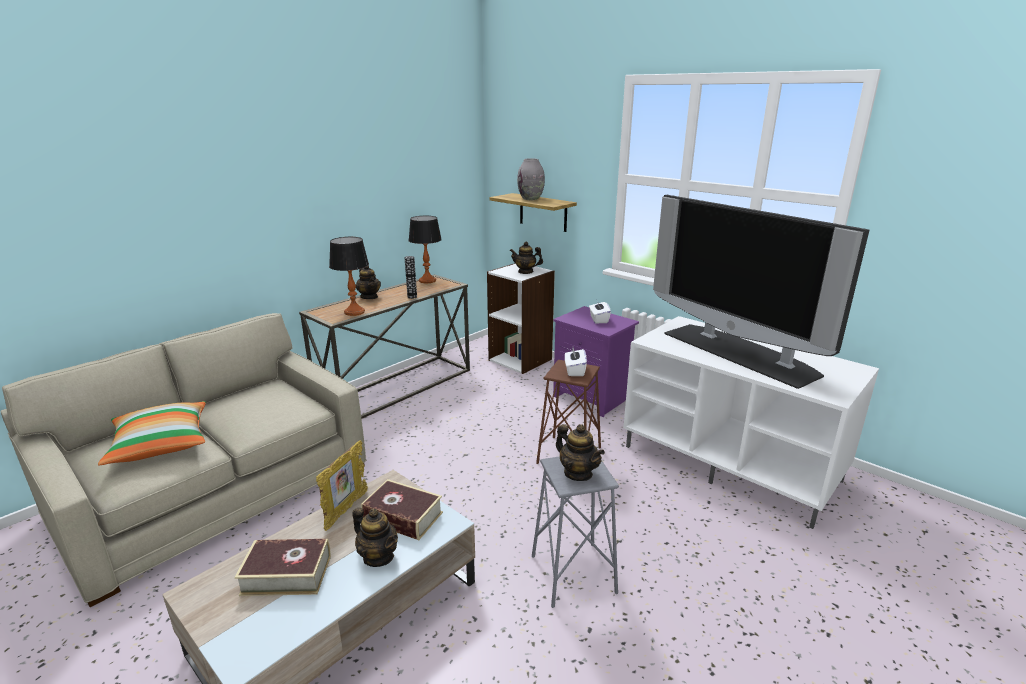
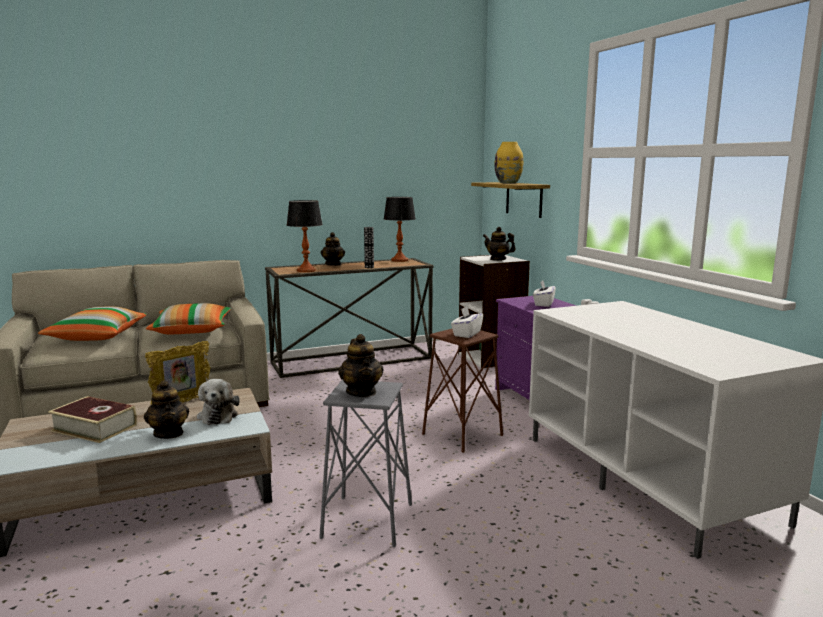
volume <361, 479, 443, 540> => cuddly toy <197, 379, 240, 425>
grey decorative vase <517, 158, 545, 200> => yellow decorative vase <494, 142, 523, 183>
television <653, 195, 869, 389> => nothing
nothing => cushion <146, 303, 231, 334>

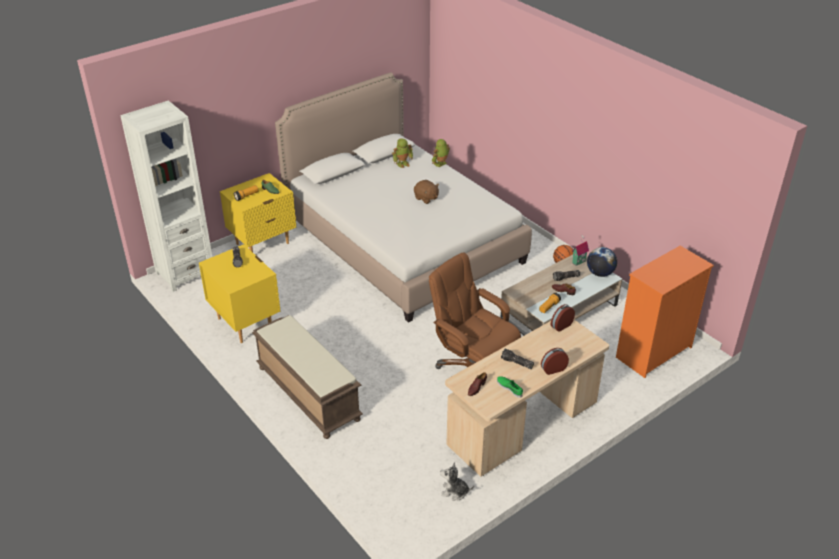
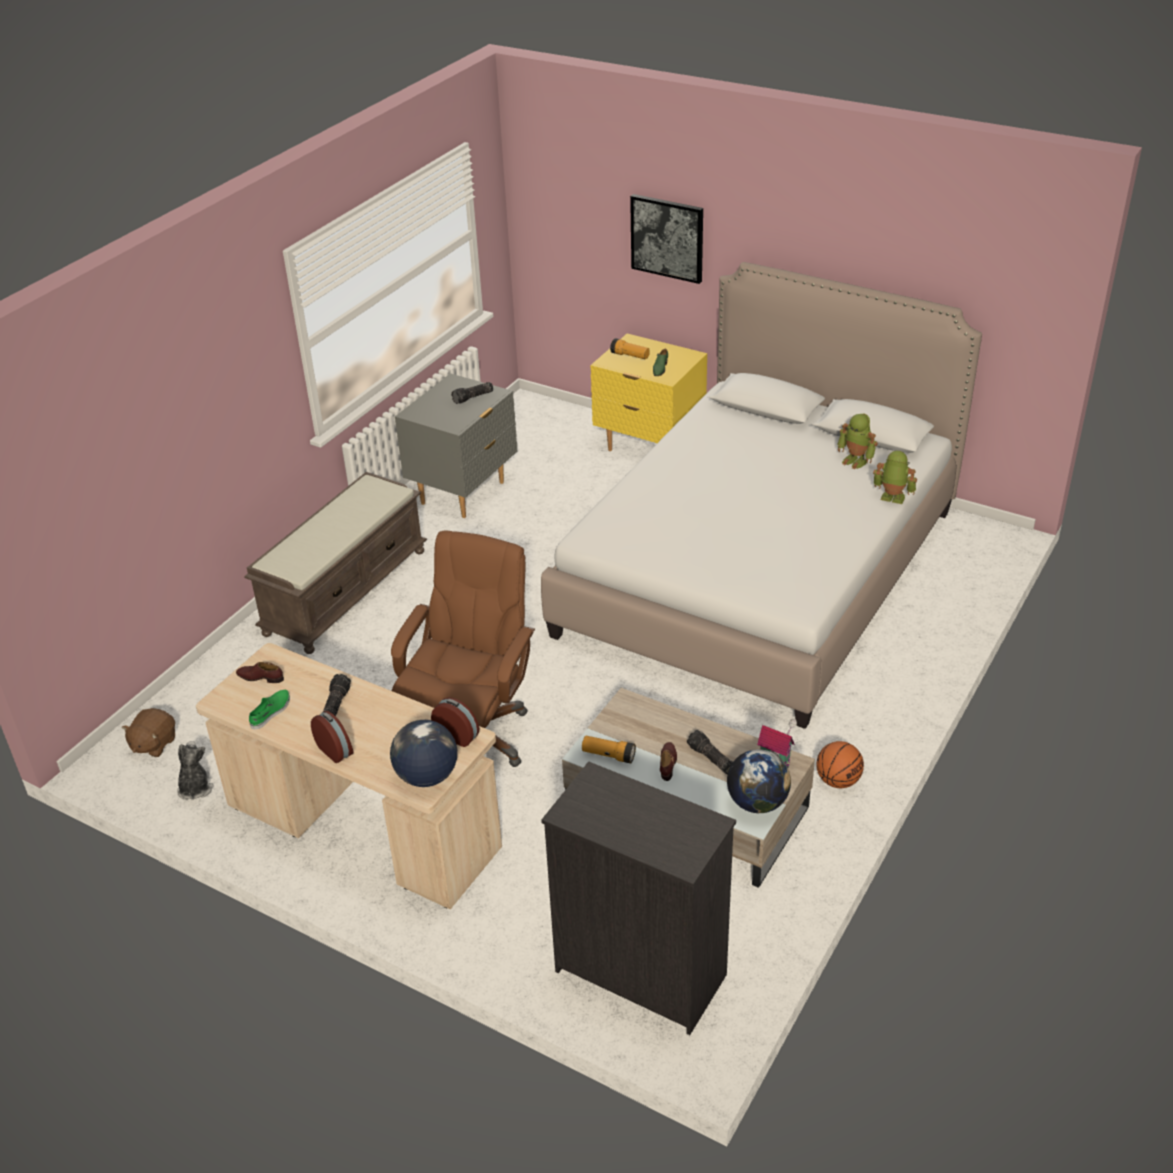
white-coloured bookcase <120, 100, 212, 292> => nothing
yellow nightstand <199, 244, 280, 343> => grey nightstand <395, 373, 517, 518>
brown cuddly toy <414, 180, 439, 204> => brown cuddly toy <122, 708, 175, 757>, moved
orangey dresser <616, 246, 714, 378> => black-coloured dresser <541, 761, 736, 1035>
nothing => world globe <390, 720, 457, 787>
nothing => picture <630, 194, 703, 284>

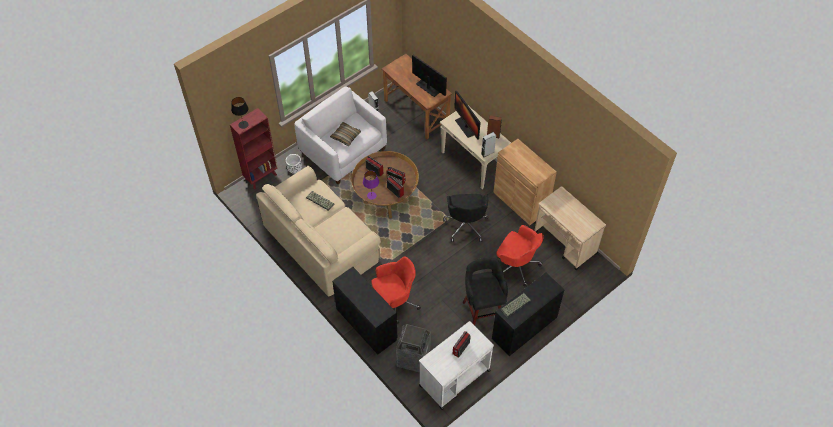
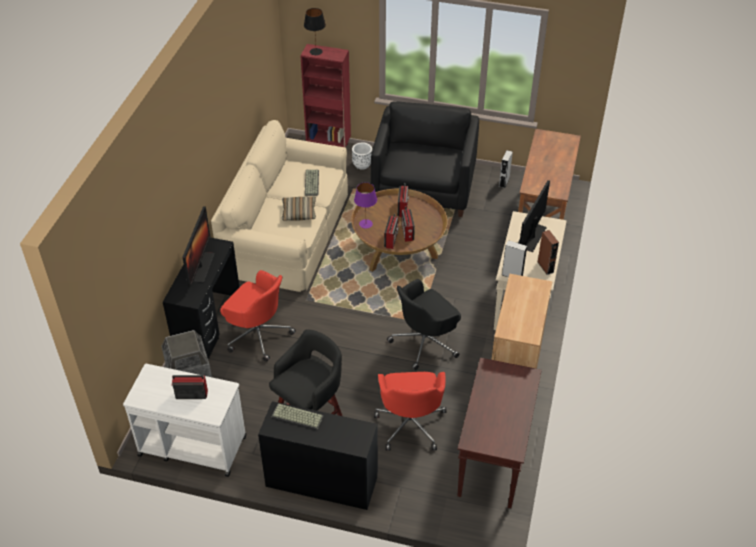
white-coloured easy chair <294, 86, 387, 184> => black-coloured easy chair <371, 101, 479, 217>
cushion <330, 122, 361, 146> => cushion <282, 196, 316, 221>, moved
monitor <412, 55, 447, 97> => monitor <182, 206, 215, 287>, moved
beige-coloured cart <534, 186, 606, 270> => brown console table <457, 358, 542, 508>

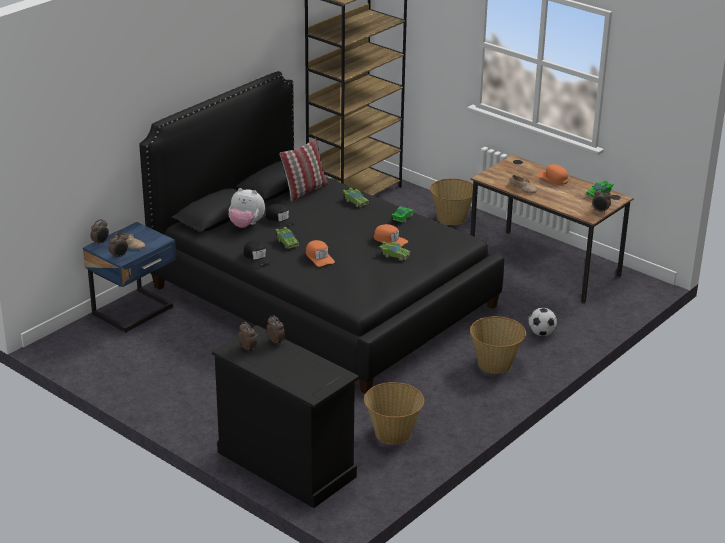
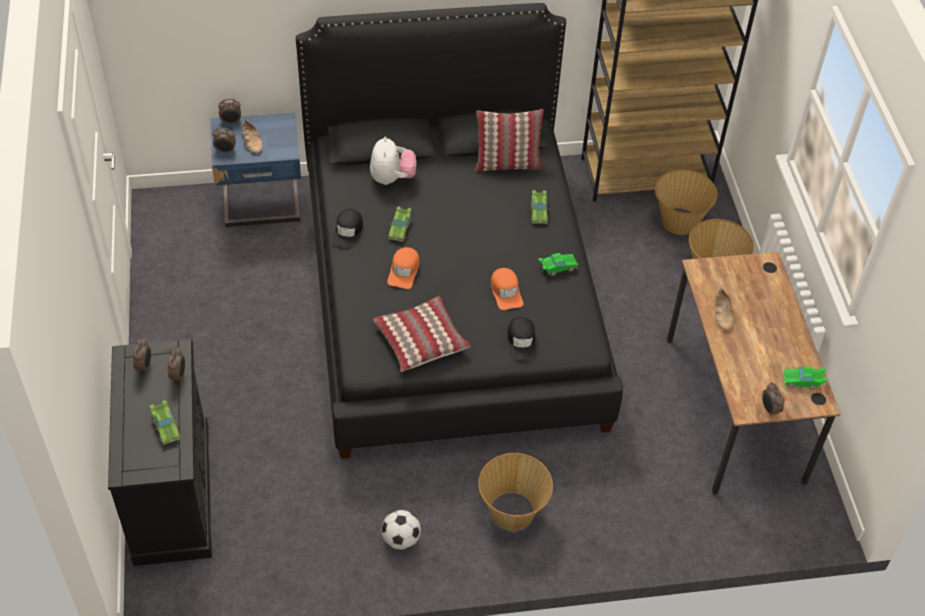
cuddly toy <228, 188, 265, 228> => cuddly toy <370, 137, 416, 185>, 150 degrees counterclockwise
black-coloured baseball cap <266, 204, 297, 228> => black-coloured baseball cap <507, 316, 536, 360>, moved
household basket <364, 382, 424, 444> => household basket <655, 169, 718, 235>, moved
greenish miniature car <379, 242, 410, 261> => greenish miniature car <150, 400, 181, 445>, moved
football ball <529, 308, 557, 336> => football ball <381, 510, 421, 550>, moved
orangey baseball cap <537, 164, 568, 185> => nothing
nothing => cushion <373, 296, 470, 372>

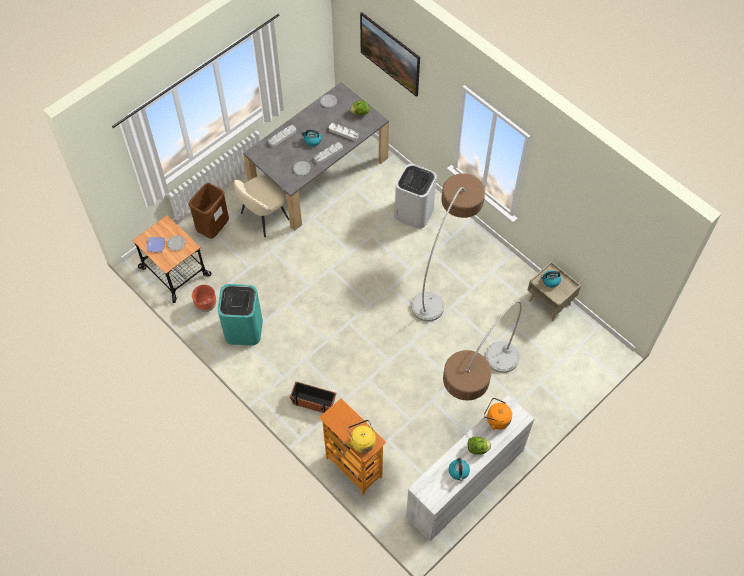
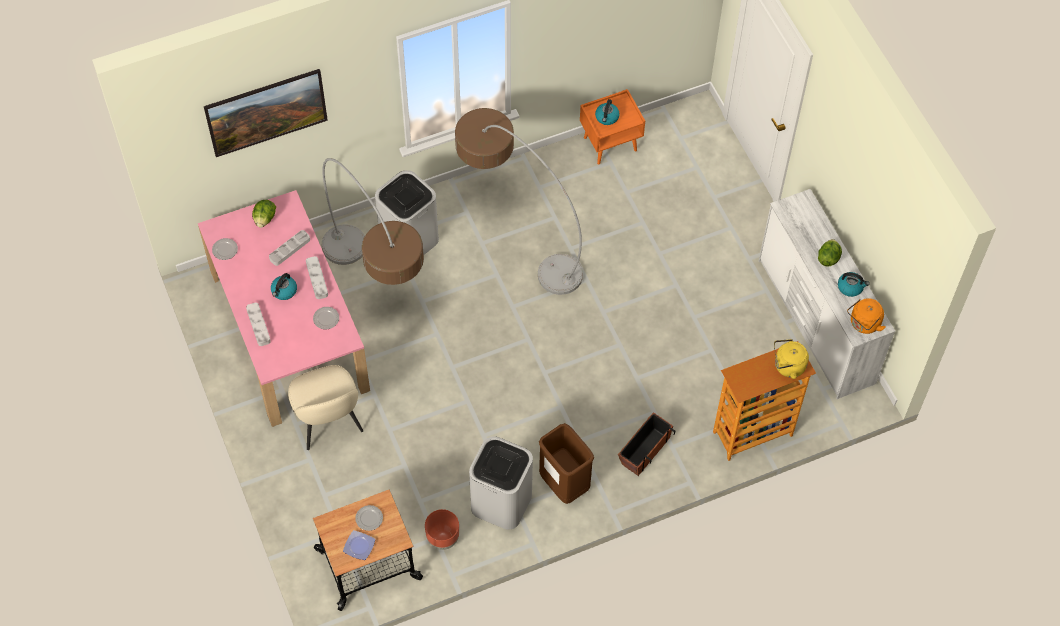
brown waste bin <188, 183, 229, 239> => brown waste bin <539, 423, 594, 504>, moved
blue-green waste bin <218, 284, 263, 345> => white-coloured waste bin <469, 436, 533, 530>
grey kitchen table <243, 82, 389, 231> => pinkish kitchen table <198, 190, 370, 427>
standing lamp <443, 301, 522, 401> => standing lamp <322, 158, 424, 285>, moved
orangey tea kettle <484, 398, 512, 430> => orangey tea kettle <847, 298, 886, 334>, moved
beige-coloured nightstand <528, 261, 581, 321> => orangey nightstand <580, 89, 645, 164>

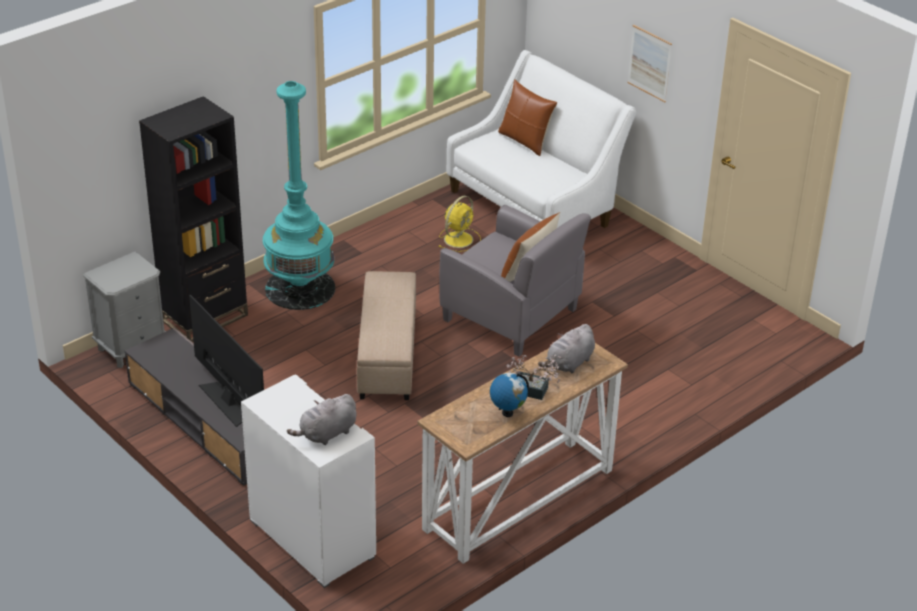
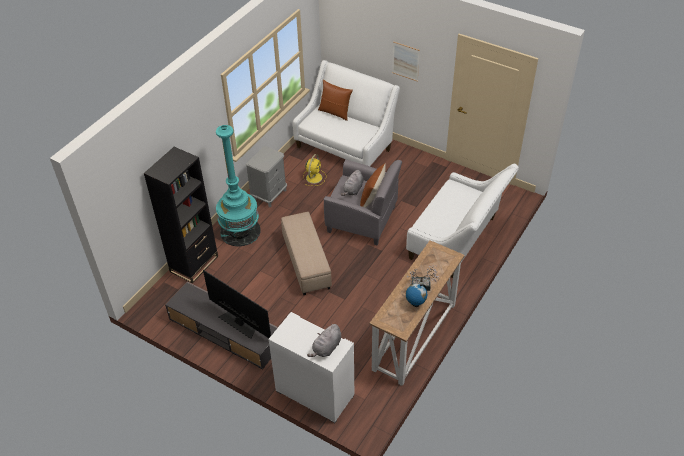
grey nightstand <83, 252, 166, 368> => grey nightstand <246, 146, 287, 207>, moved
grey cuddly toy <538, 324, 595, 373> => grey cuddly toy <341, 170, 364, 196>, moved
nothing => white-coloured sofa <406, 164, 519, 278>

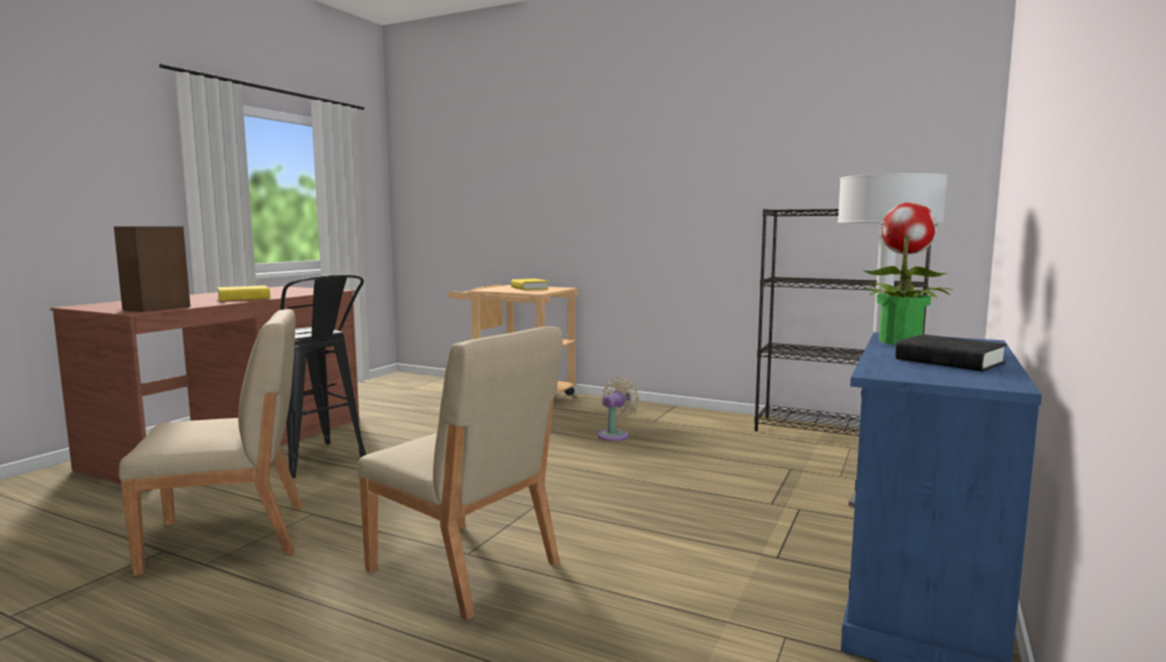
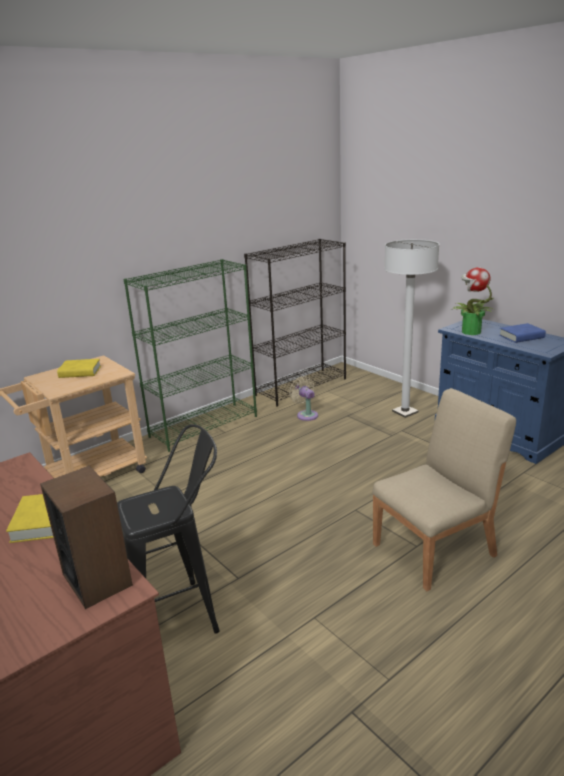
beige-coloured upright chair <119, 309, 303, 576> => nothing
beige-coloured cooling fan <598, 377, 640, 441> => beige-coloured cooling fan <289, 376, 318, 421>, moved
black-coloured volume <896, 334, 1007, 372> => bluish volume <499, 323, 546, 343>
nothing => greenish bookcase <123, 259, 257, 452>

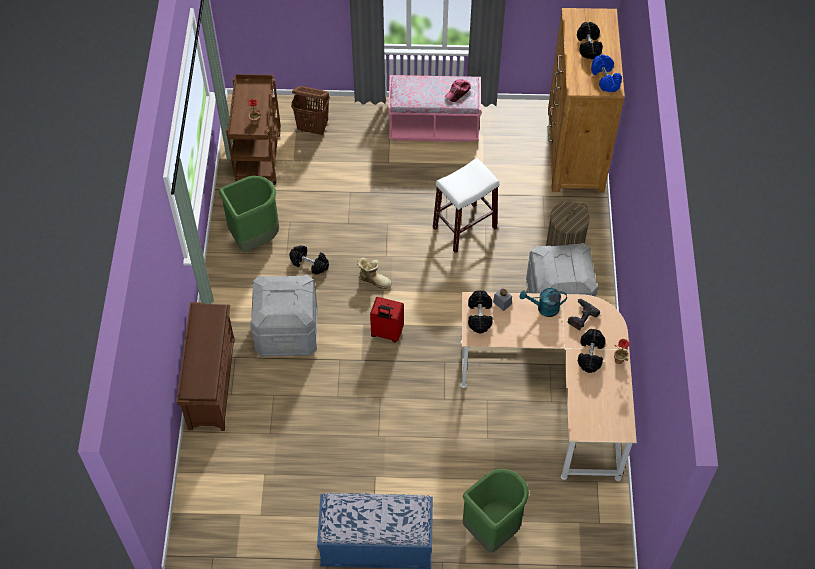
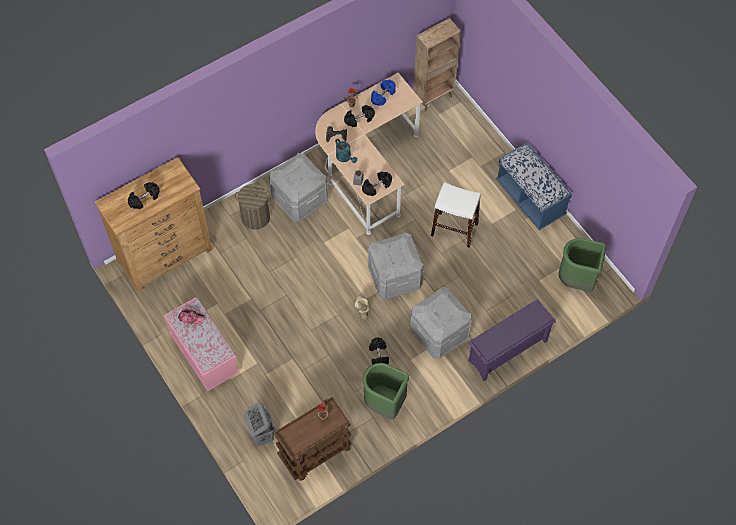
brown shoe rack <177, 302, 235, 431> => purple shoe rack <468, 299, 556, 381>
brown washing basket <291, 86, 330, 135> => grey washing basket <244, 402, 275, 447>
red piece of luggage <370, 297, 404, 342> => grey storage box <368, 232, 424, 300>
white-coloured stool <433, 158, 499, 253> => white-coloured stool <431, 182, 481, 248>, moved
greenish waste bin <463, 469, 529, 553> => greenish waste bin <559, 238, 606, 292>, moved
bluish dumbbell <591, 54, 622, 92> => bluish dumbbell <371, 79, 396, 106>, moved
nothing => brown bookcase <414, 18, 461, 112>

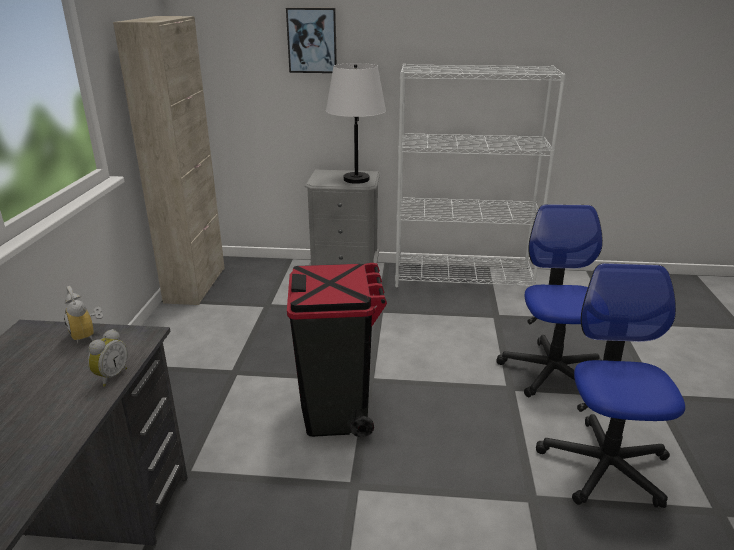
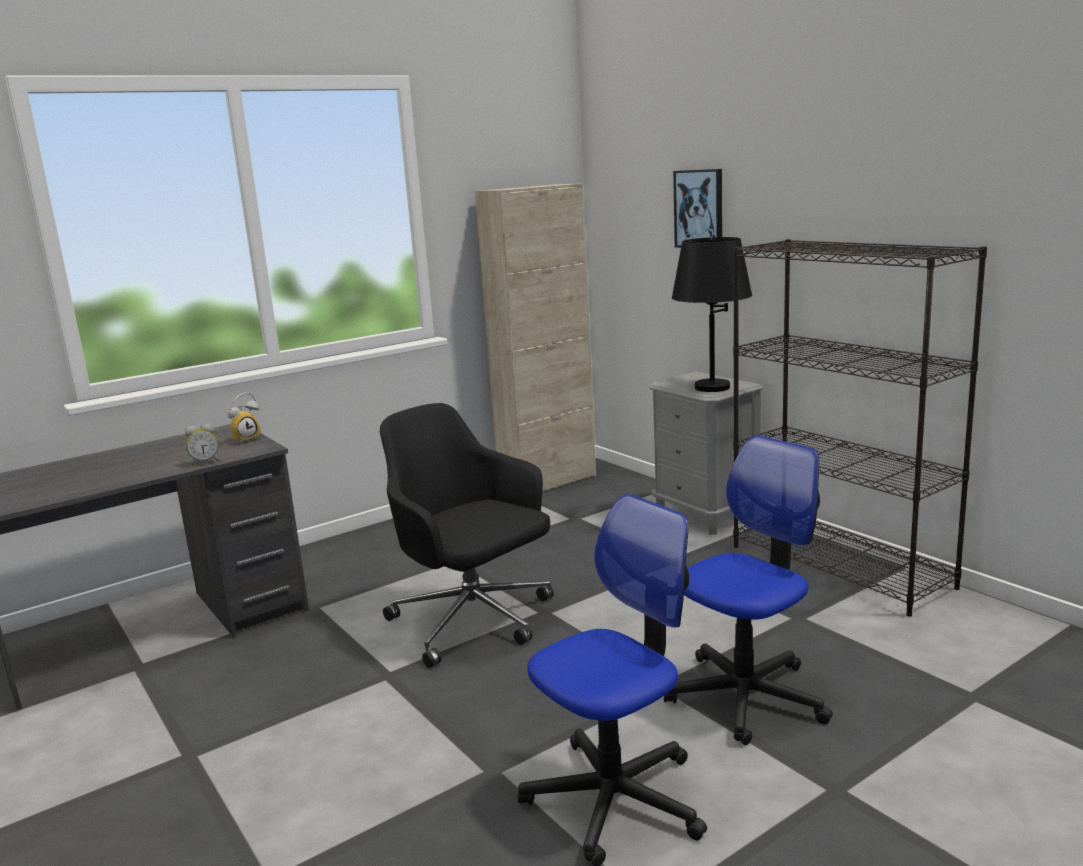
alarm clock <64, 286, 103, 343> => alarm clock <227, 392, 261, 444>, 150 degrees counterclockwise
black-coloured waste bin <287, 263, 387, 437> => black-coloured computer chair <380, 403, 554, 668>
white-coloured tabletop lamp <326, 63, 386, 184> => black-coloured tabletop lamp <672, 237, 752, 392>
white-coloured bookcase <395, 64, 566, 287> => black-coloured bookcase <733, 239, 987, 617>

